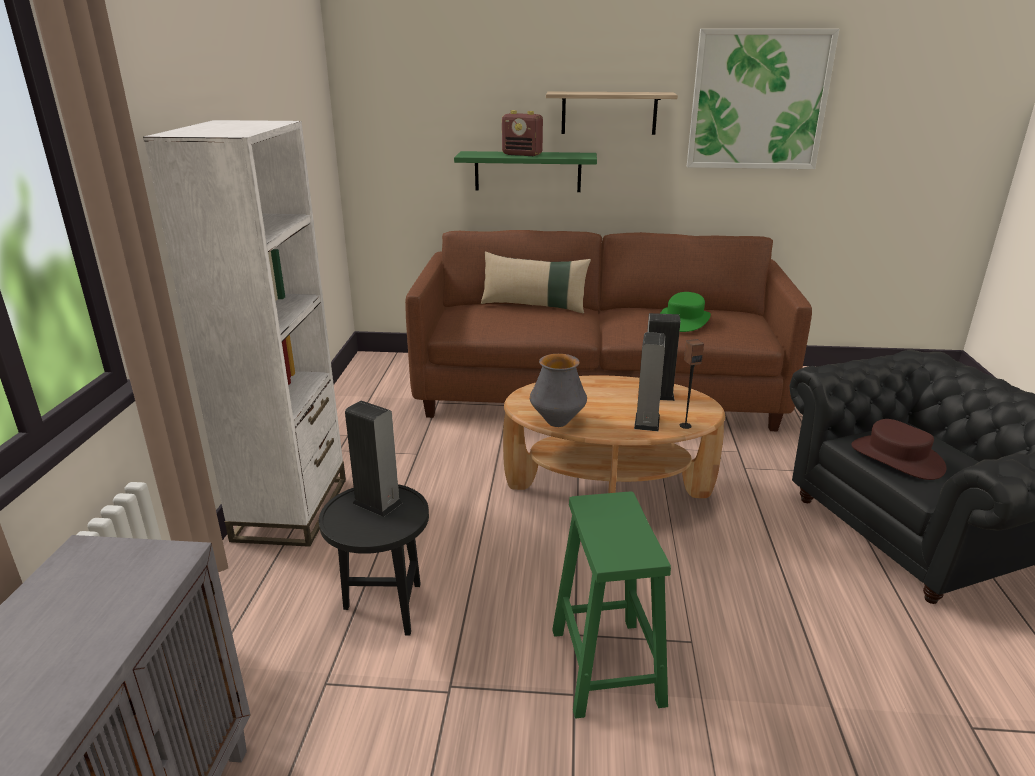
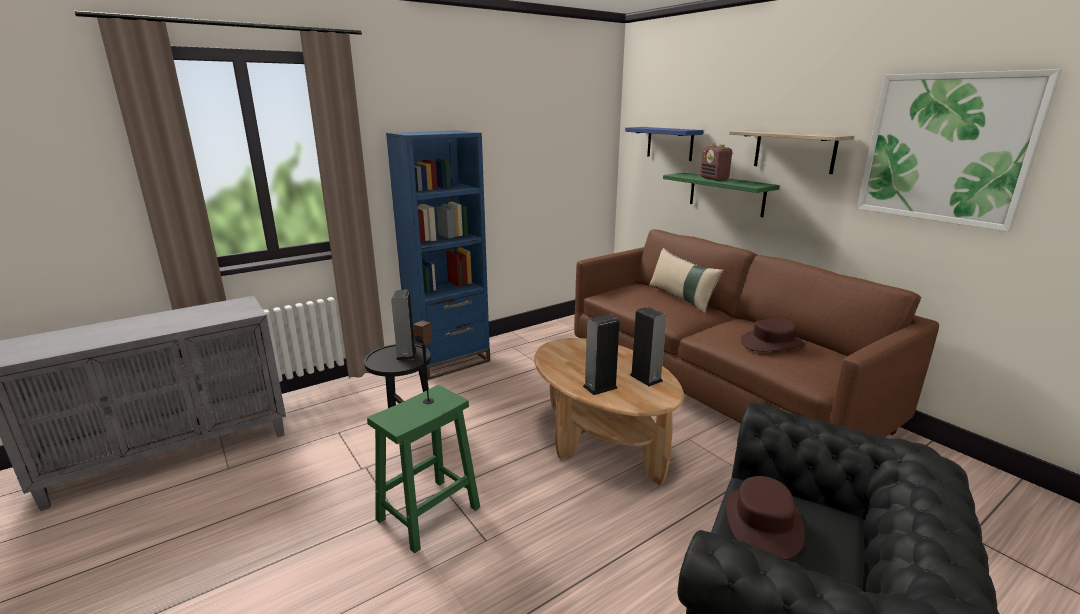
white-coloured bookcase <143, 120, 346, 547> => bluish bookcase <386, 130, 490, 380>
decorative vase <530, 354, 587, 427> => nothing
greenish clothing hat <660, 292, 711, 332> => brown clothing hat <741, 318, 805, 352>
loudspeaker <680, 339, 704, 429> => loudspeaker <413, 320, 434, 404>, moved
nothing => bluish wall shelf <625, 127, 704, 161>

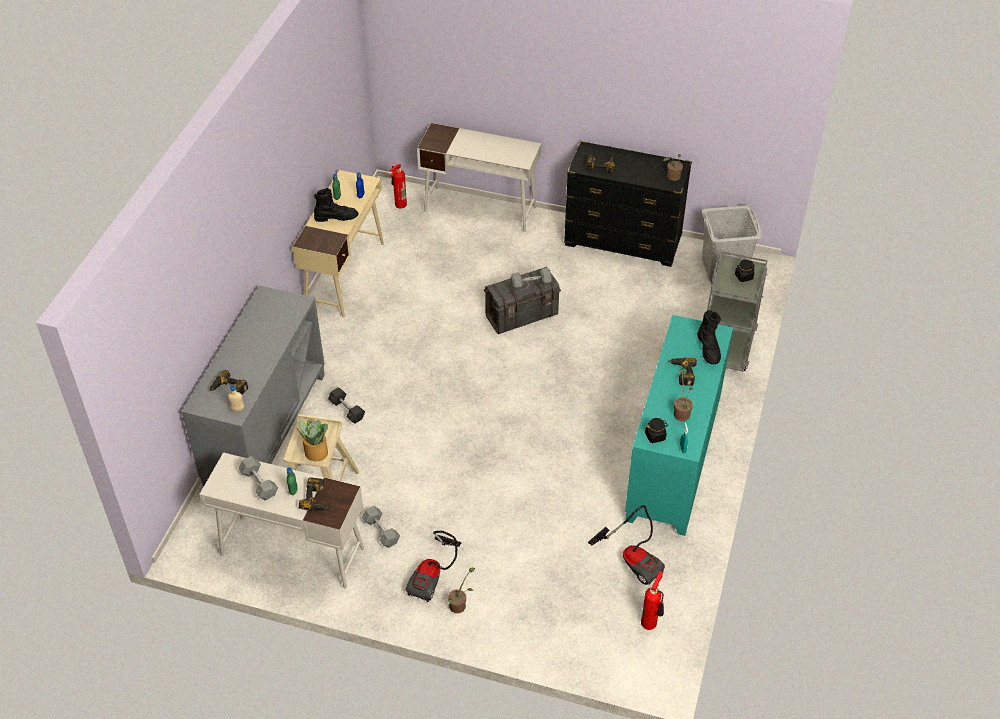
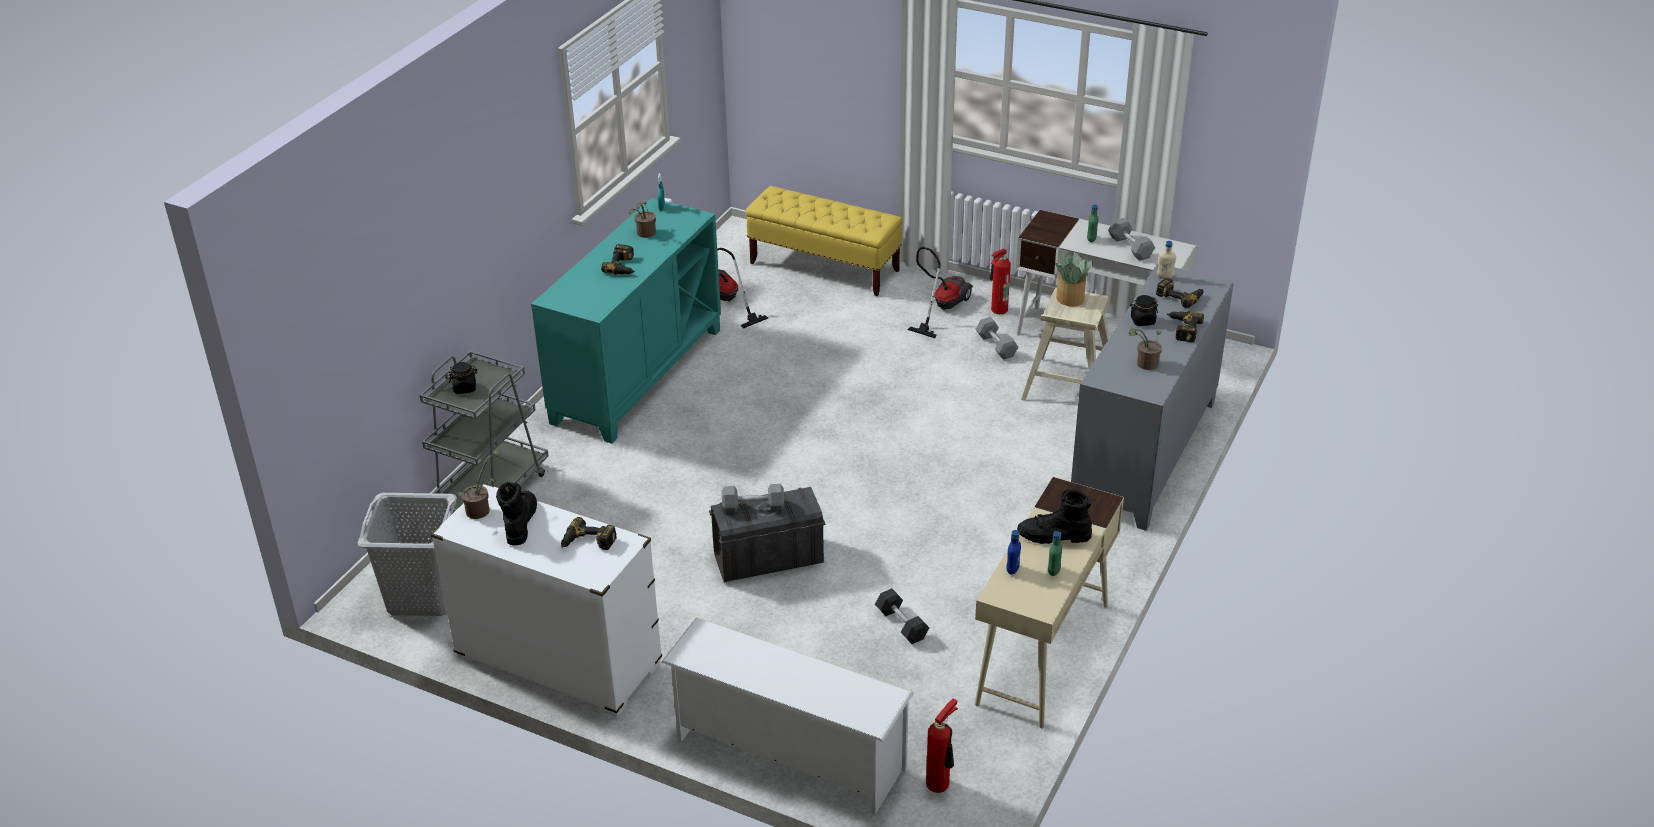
power drill <299, 477, 329, 510> => power drill <1167, 311, 1204, 342>, moved
grey dumbbell <328, 387, 365, 424> => grey dumbbell <875, 588, 929, 644>, moved
white-coloured desk table <417, 123, 541, 232> => white-coloured shoe rack <662, 617, 913, 815>
houseplant <448, 568, 475, 613> => houseplant <1129, 329, 1162, 370>, moved
black-coloured dresser <564, 141, 692, 267> => white-coloured dresser <431, 482, 662, 717>
fire extinguisher <641, 571, 664, 630> => fire extinguisher <990, 249, 1011, 314>, moved
black-coloured jar <645, 418, 668, 443> => black-coloured jar <1130, 295, 1158, 326>, moved
black-coloured boot <697, 310, 721, 364> => black-coloured boot <496, 482, 537, 545>, moved
nothing => yellow indoor bench <746, 186, 903, 296>

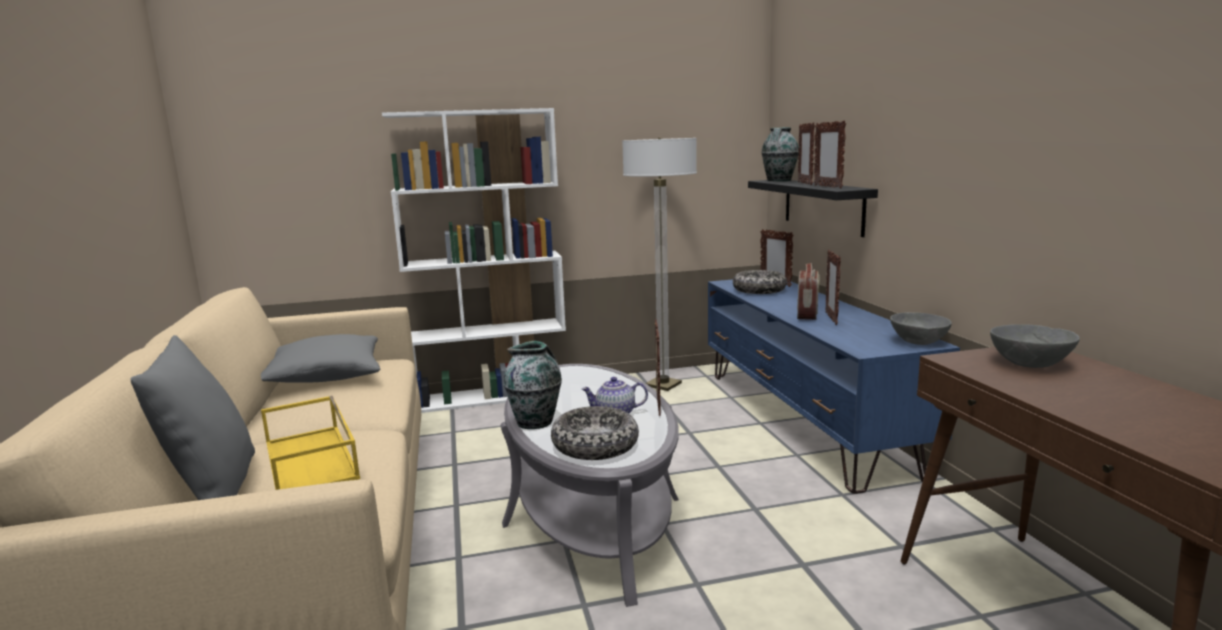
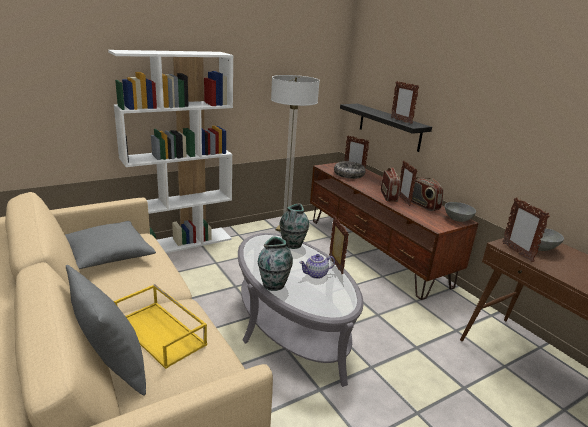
serving bowl <551, 406, 639, 460> => nothing
bluish media console <708, 279, 960, 494> => brown media console <310, 162, 479, 300>
decorative vase <761, 127, 799, 182> => decorative vase <279, 203, 309, 249>, moved
standing frame <798, 122, 815, 185> => standing frame <502, 198, 550, 262>, moved
nothing => radio set <411, 177, 443, 211>

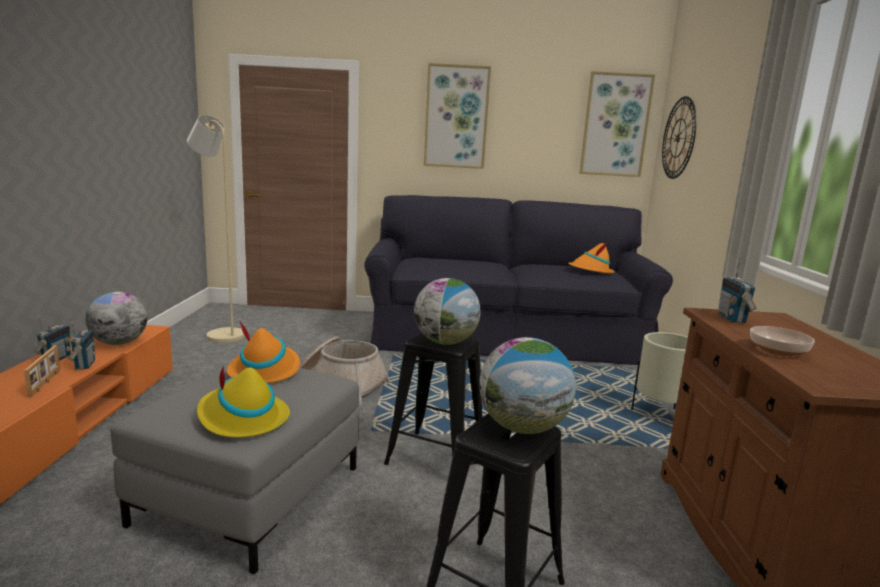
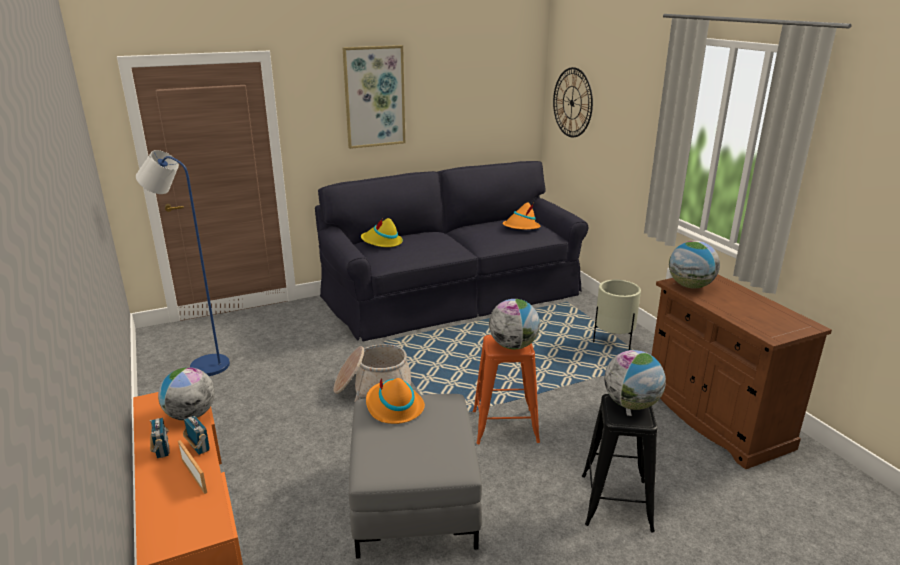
beige-coloured standing lamp <187, 115, 245, 343> => bluish standing lamp <136, 150, 230, 376>
yellow clothing hat <197, 366, 290, 438> => yellow clothing hat <361, 218, 403, 247>, moved
black-coloured stool <384, 332, 482, 465> => orangey stool <473, 335, 540, 444>
picture <579, 71, 655, 177> => nothing
radio set <718, 258, 756, 323> => world globe <669, 241, 720, 288>
serving bowl <750, 326, 815, 357> => nothing

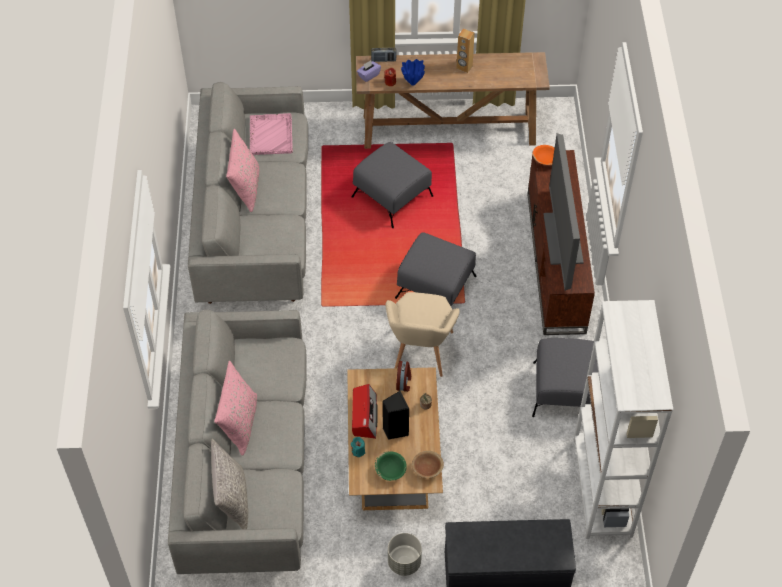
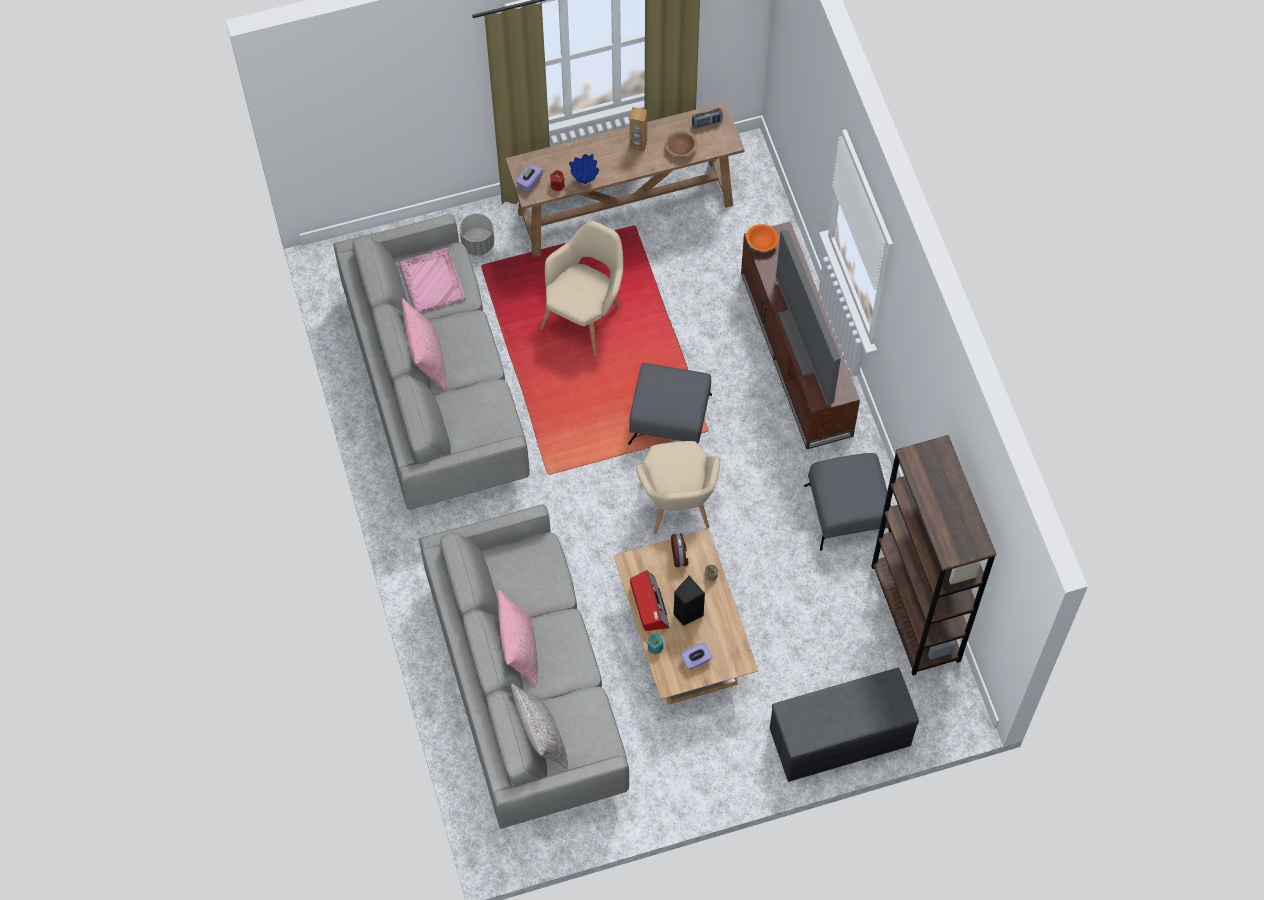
grey ottoman <351, 142, 433, 228> => beige-coloured easy chair <540, 221, 623, 356>
radio set <371, 48, 396, 62> => radio set <692, 108, 723, 129>, moved
greenish serving bowl <375, 451, 407, 481> => purple box of tissues <680, 642, 712, 670>
grey plant pot <388, 533, 422, 576> => grey plant pot <460, 213, 494, 256>, moved
brown serving bowl <412, 451, 444, 478> => brown serving bowl <665, 130, 698, 157>, moved
white-coloured bookcase <574, 300, 673, 539> => brown bookcase <871, 435, 997, 675>

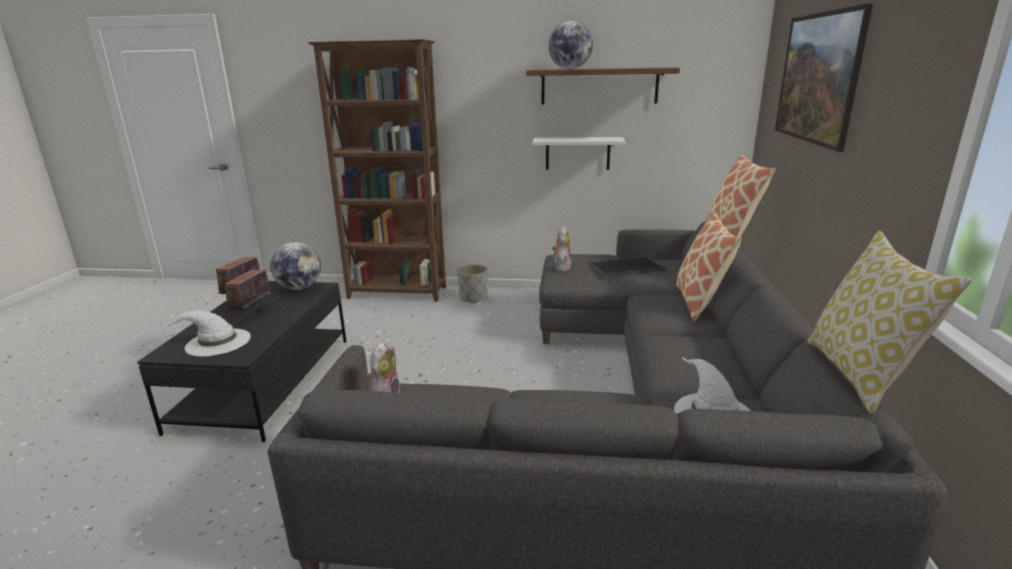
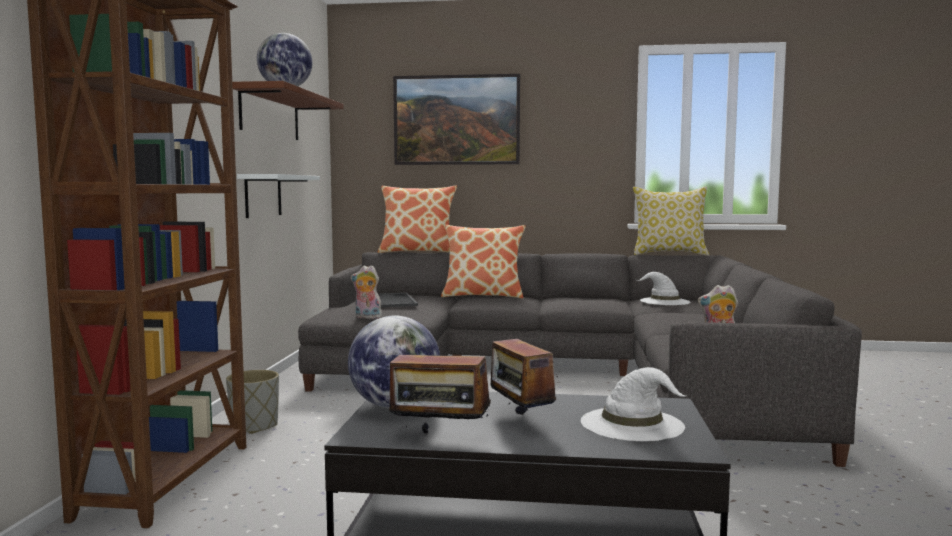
radio set <224, 261, 271, 312> => radio set <490, 322, 558, 415>, 60 degrees clockwise

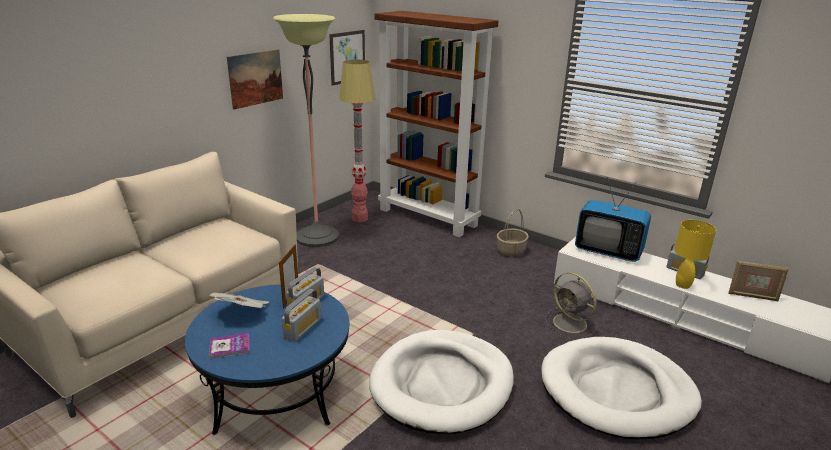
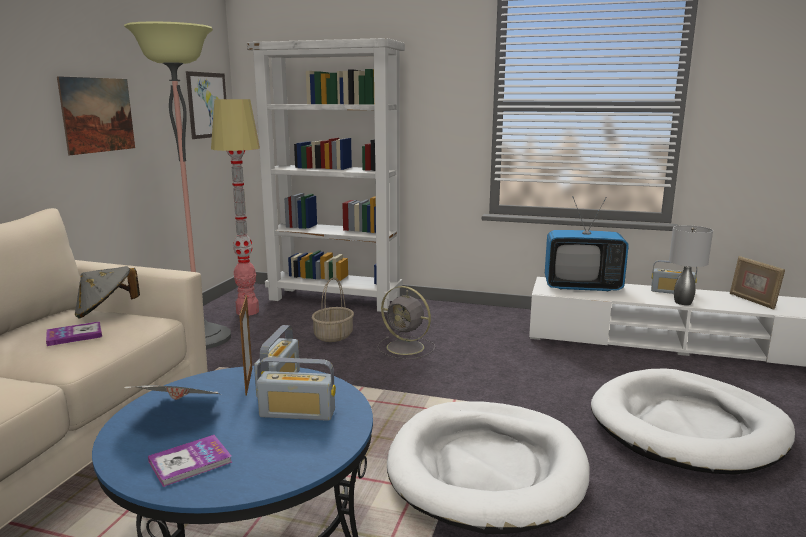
radio set <282, 289, 321, 342> => radio set <257, 357, 336, 421>, 90 degrees clockwise
brown bookcase <374, 11, 499, 237> => white-coloured bookcase <247, 38, 405, 312>
household basket <497, 209, 529, 256> => household basket <312, 277, 354, 342>, moved
grey cooling fan <545, 272, 597, 339> => grey cooling fan <377, 286, 435, 359>, moved
yellow tabletop lamp <675, 220, 716, 289> => grey tabletop lamp <669, 225, 713, 305>
standing frame <728, 261, 789, 301> => standing frame <730, 256, 785, 310>, 75 degrees clockwise
nothing => volume <46, 321, 102, 346>
nothing => grey clothing hat <75, 266, 140, 318>

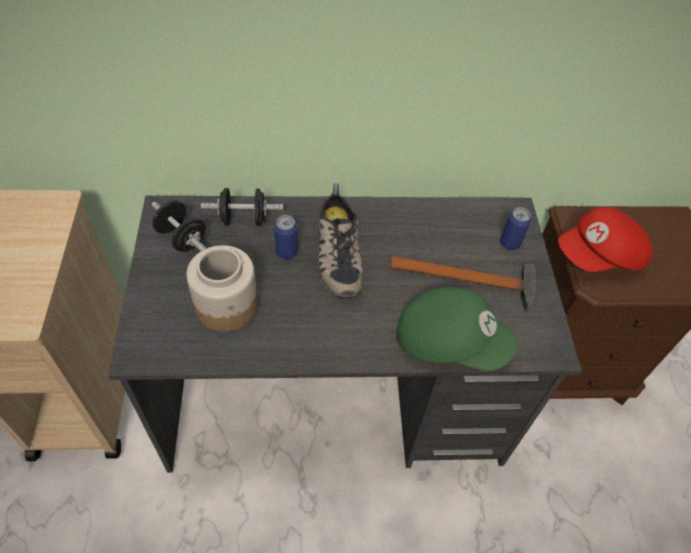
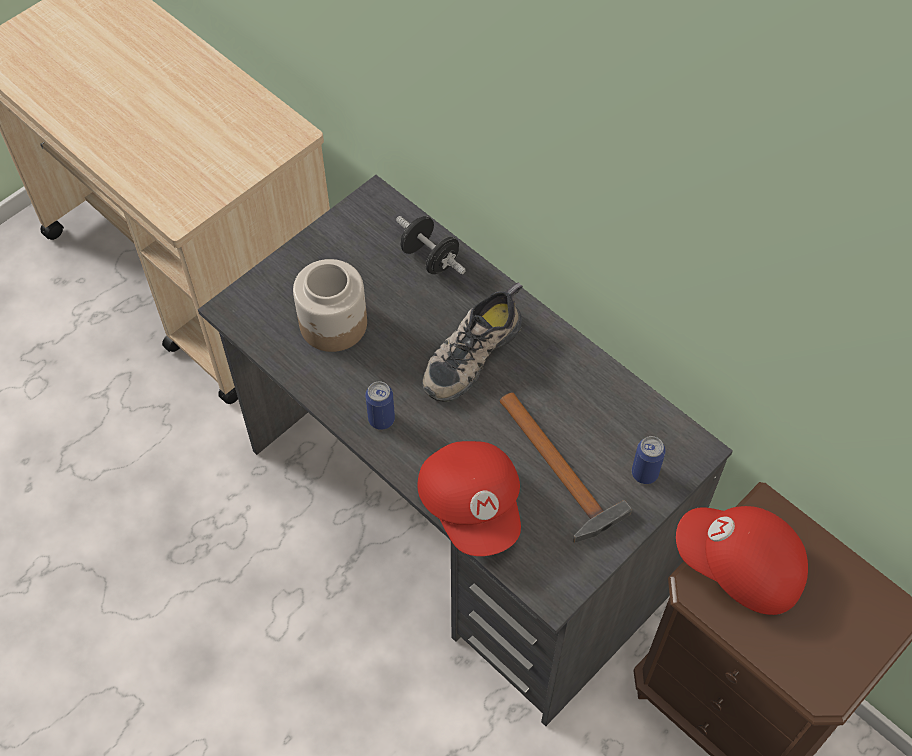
black-coloured dumbbell <152, 200, 207, 252> => nothing
can <274, 215, 298, 259> => can <365, 381, 395, 430>, moved
greenish baseball cap <396, 287, 518, 371> => red baseball cap <417, 441, 521, 556>

